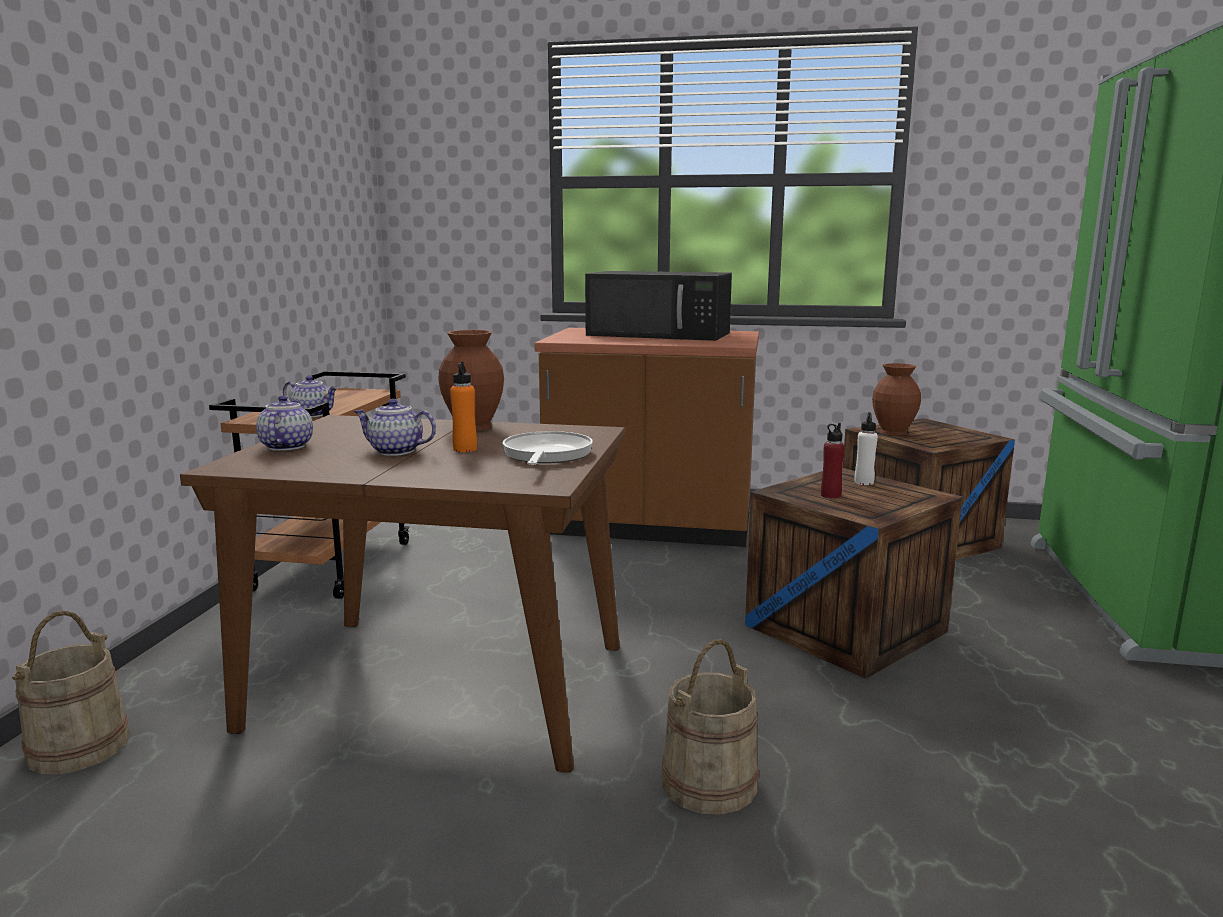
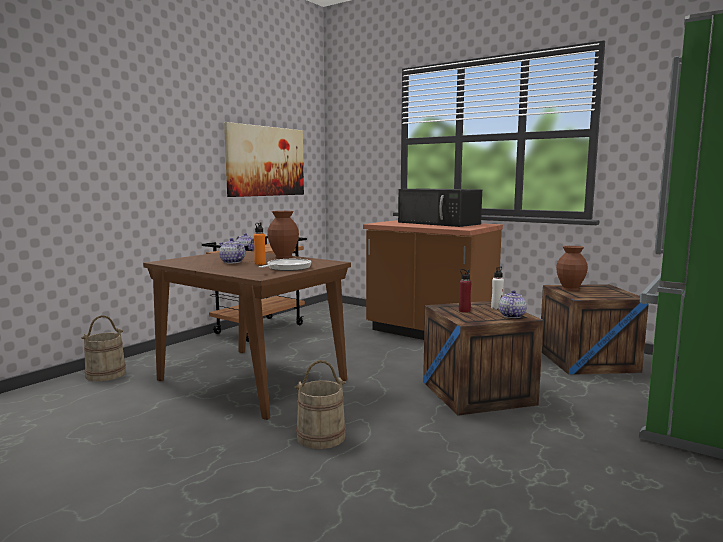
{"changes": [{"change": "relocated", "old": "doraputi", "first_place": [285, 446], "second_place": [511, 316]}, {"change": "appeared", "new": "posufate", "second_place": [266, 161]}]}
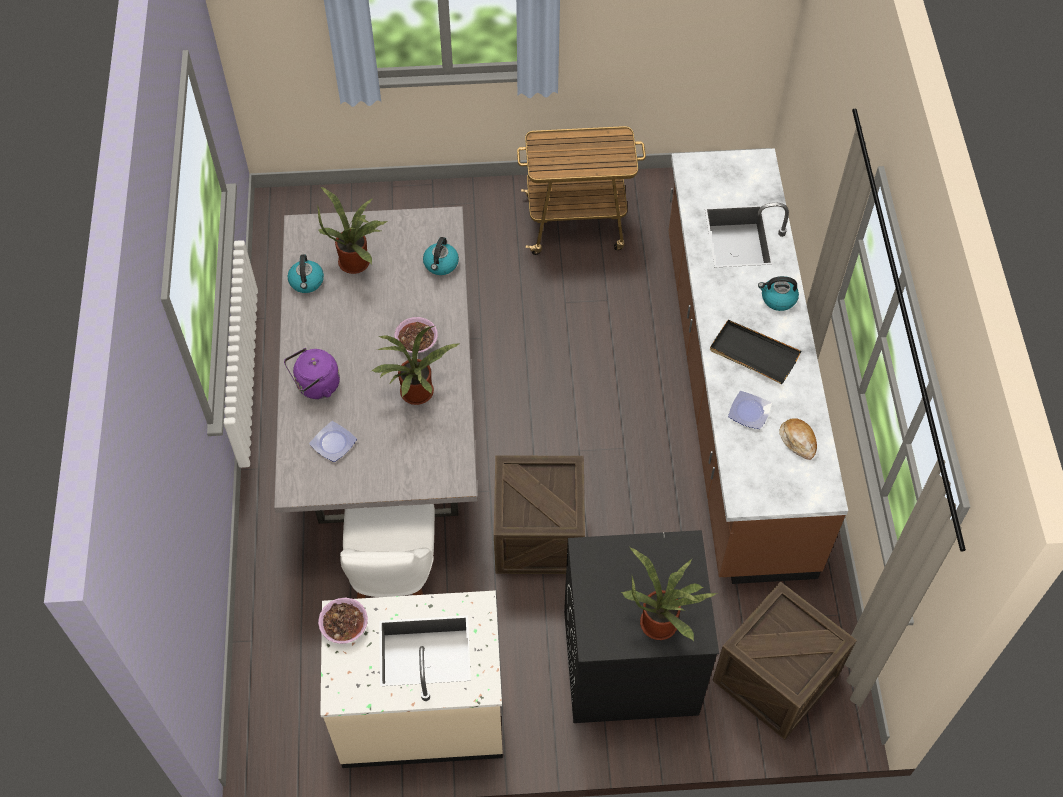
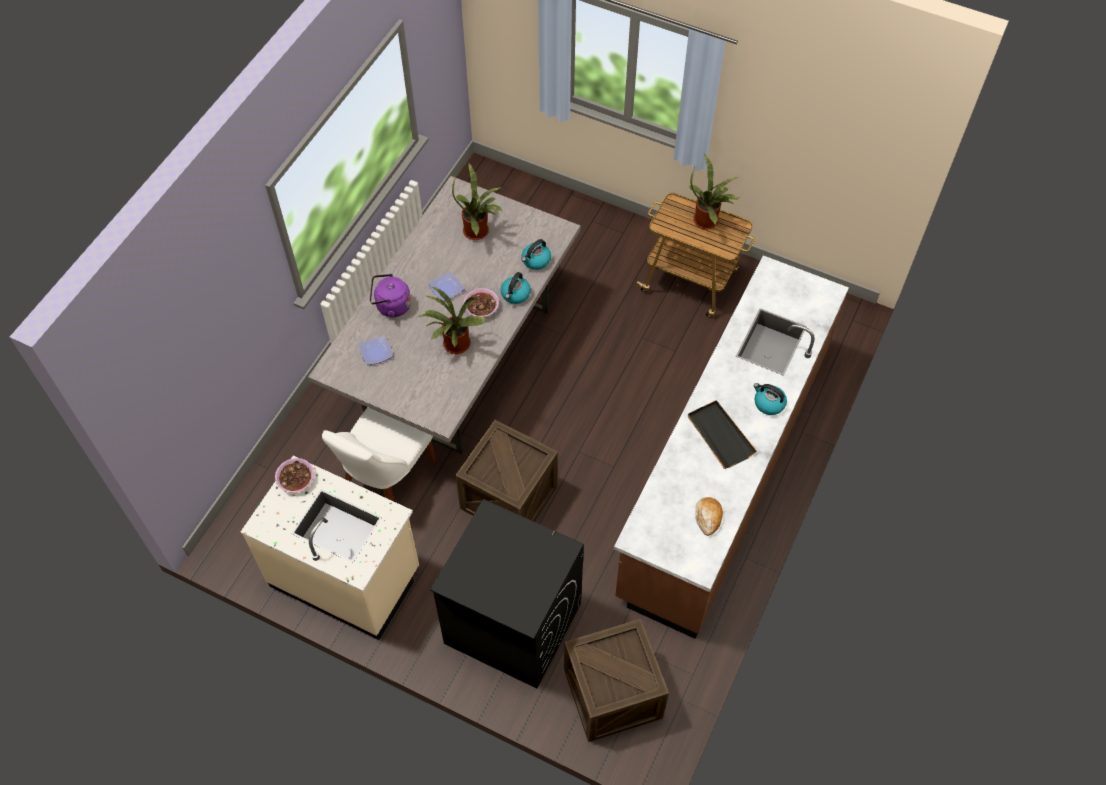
{"changes": [{"change": "relocated", "old": "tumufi", "first_place": [307, 282], "second_place": [515, 294]}, {"change": "relocated", "old": "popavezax", "first_place": [749, 412], "second_place": [446, 289]}, {"change": "relocated", "old": "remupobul", "first_place": [662, 621], "second_place": [708, 220]}]}
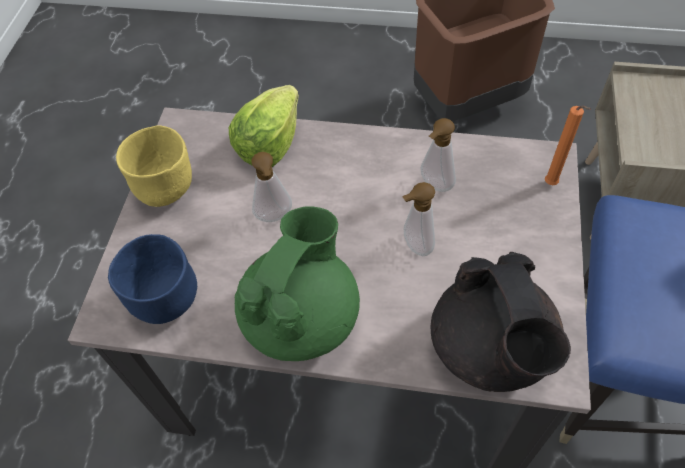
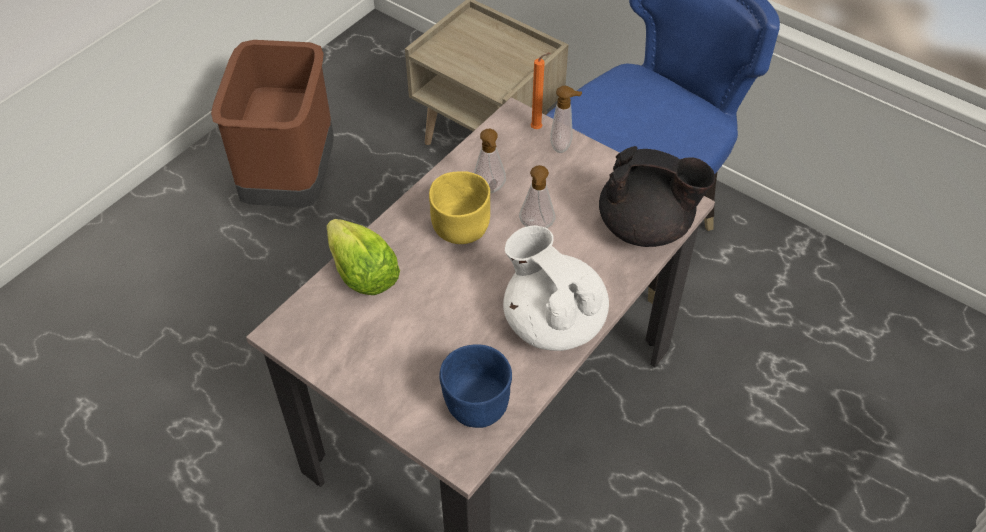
{"changes": [{"change": "relocated", "old": "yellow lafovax", "first_place": [168, 189], "second_place": [460, 229]}, {"change": "relocated", "old": "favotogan", "first_place": [275, 218], "second_place": [563, 146]}, {"change": "colour", "old": "green doraputi", "new": "white doraputi", "first_place": [302, 317], "second_place": [552, 321]}]}
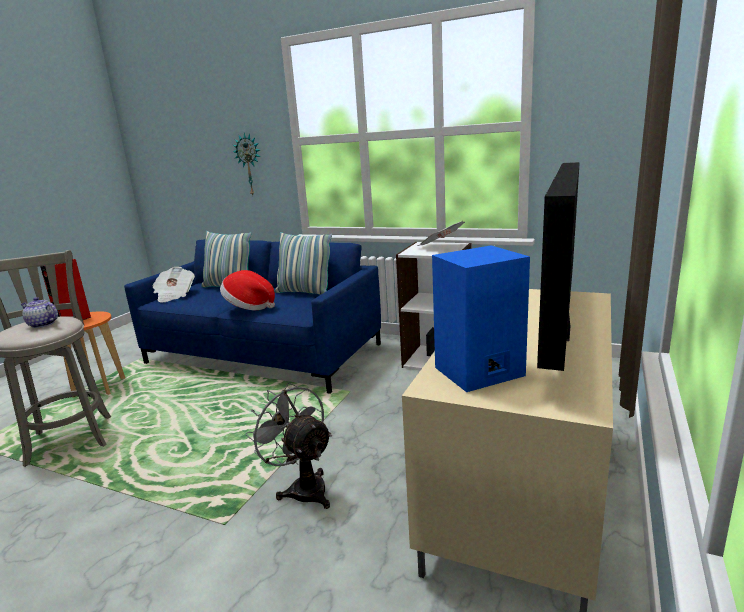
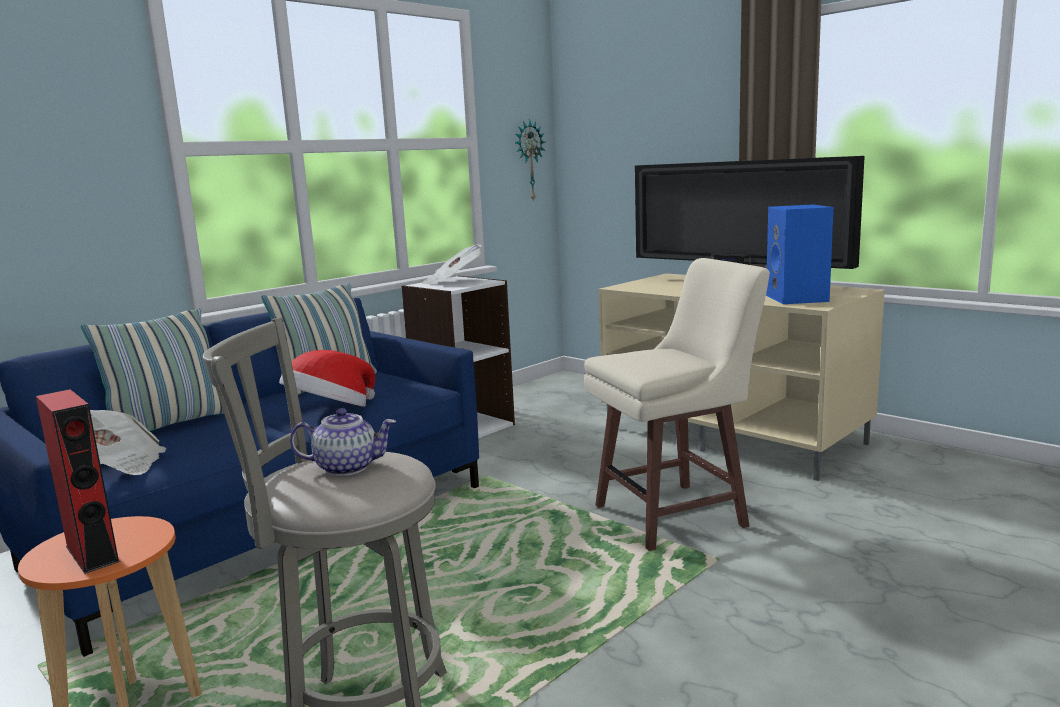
{"changes": [{"change": "relocated", "old": "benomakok", "first_place": [250, 164], "second_place": [529, 160]}, {"change": "spun", "old": "doraputi", "first_place": [42, 324], "second_place": [347, 467], "degrees": -135}, {"change": "exchanged", "old": "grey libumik", "new": "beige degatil", "first_place": [303, 487], "second_place": [674, 515]}]}
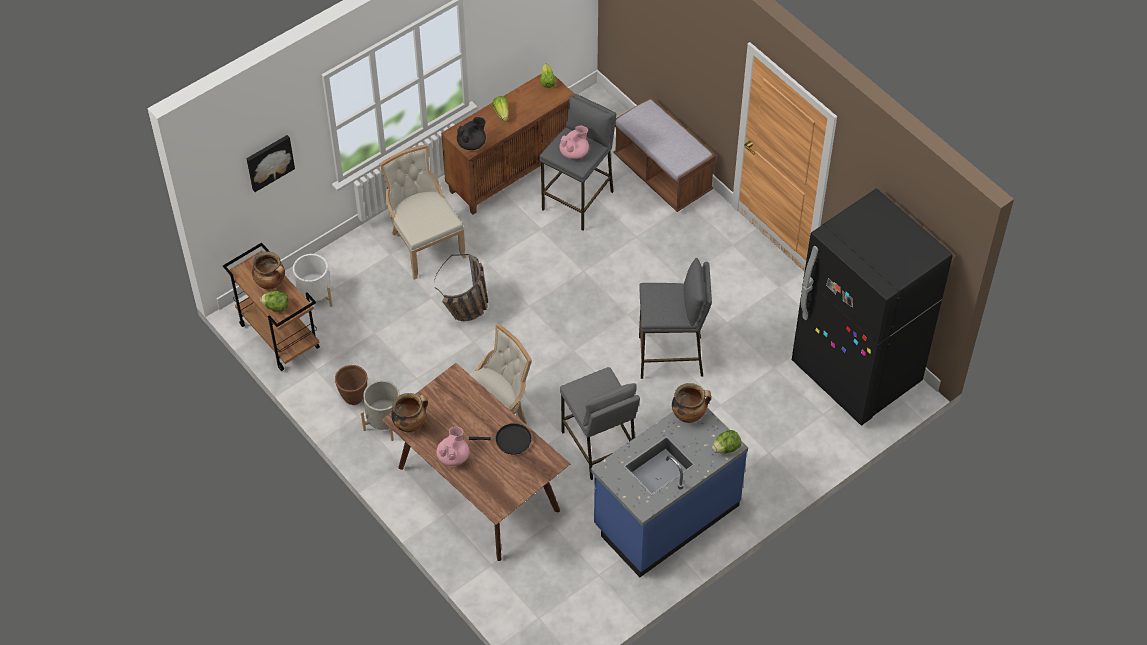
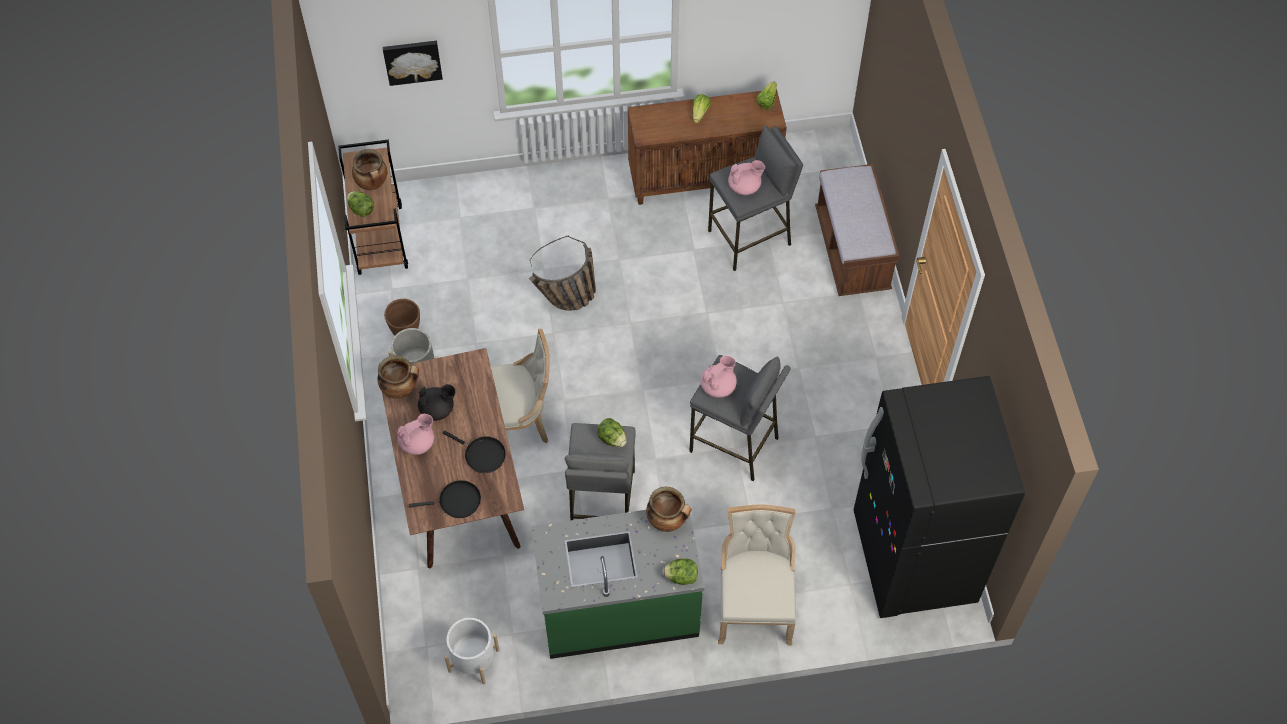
{"changes": [{"change": "relocated", "old": "black doraputi", "first_place": [472, 143], "second_place": [437, 409]}, {"change": "relocated", "old": "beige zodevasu", "first_place": [424, 244], "second_place": [754, 603]}, {"change": "relocated", "old": "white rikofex", "first_place": [315, 296], "second_place": [473, 660]}, {"change": "colour", "old": "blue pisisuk", "new": "green pisisuk", "first_place": [665, 516], "second_place": [618, 608]}, {"change": "appeared", "new": "pink doraputi", "second_place": [718, 386]}, {"change": "appeared", "new": "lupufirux", "second_place": [612, 438]}, {"change": "appeared", "new": "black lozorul", "second_place": [457, 501]}]}
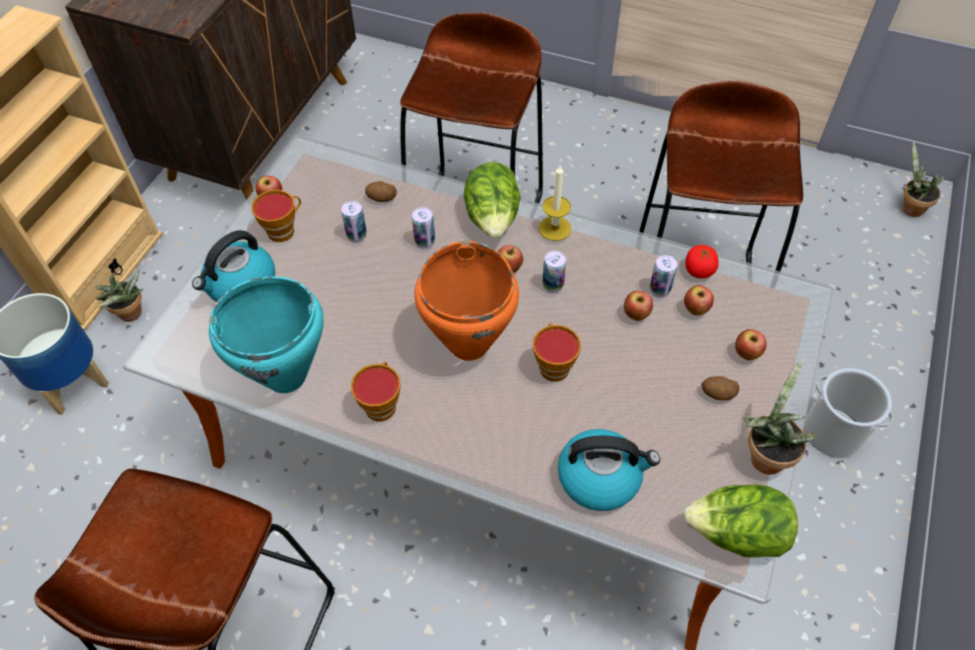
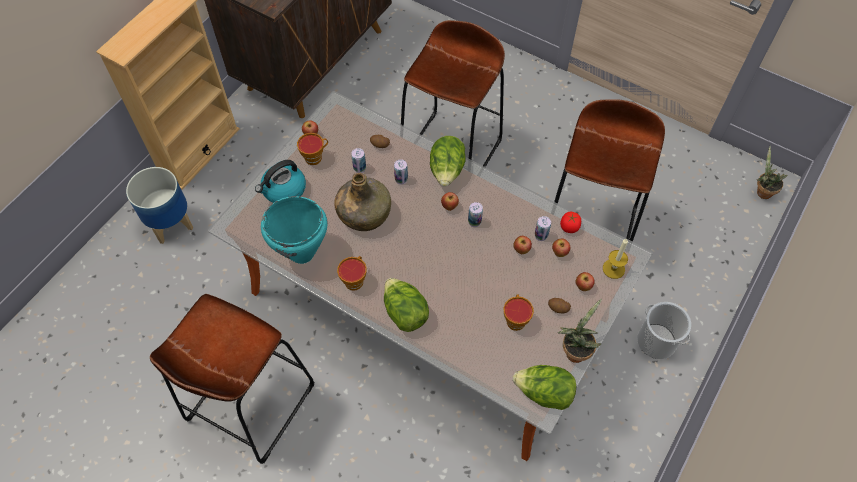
{"changes": [{"change": "relocated", "old": "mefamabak", "first_place": [554, 228], "second_place": [613, 269]}, {"change": "missing", "old": "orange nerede", "first_place": [468, 345]}, {"change": "missing", "old": "remupobul", "first_place": [132, 315]}, {"change": "relocated", "old": "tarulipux", "first_place": [553, 365], "second_place": [515, 319]}, {"change": "missing", "old": "tumufi", "first_place": [600, 477]}, {"change": "appeared", "new": "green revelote", "second_place": [364, 213]}, {"change": "appeared", "new": "lupufirux", "second_place": [404, 313]}]}
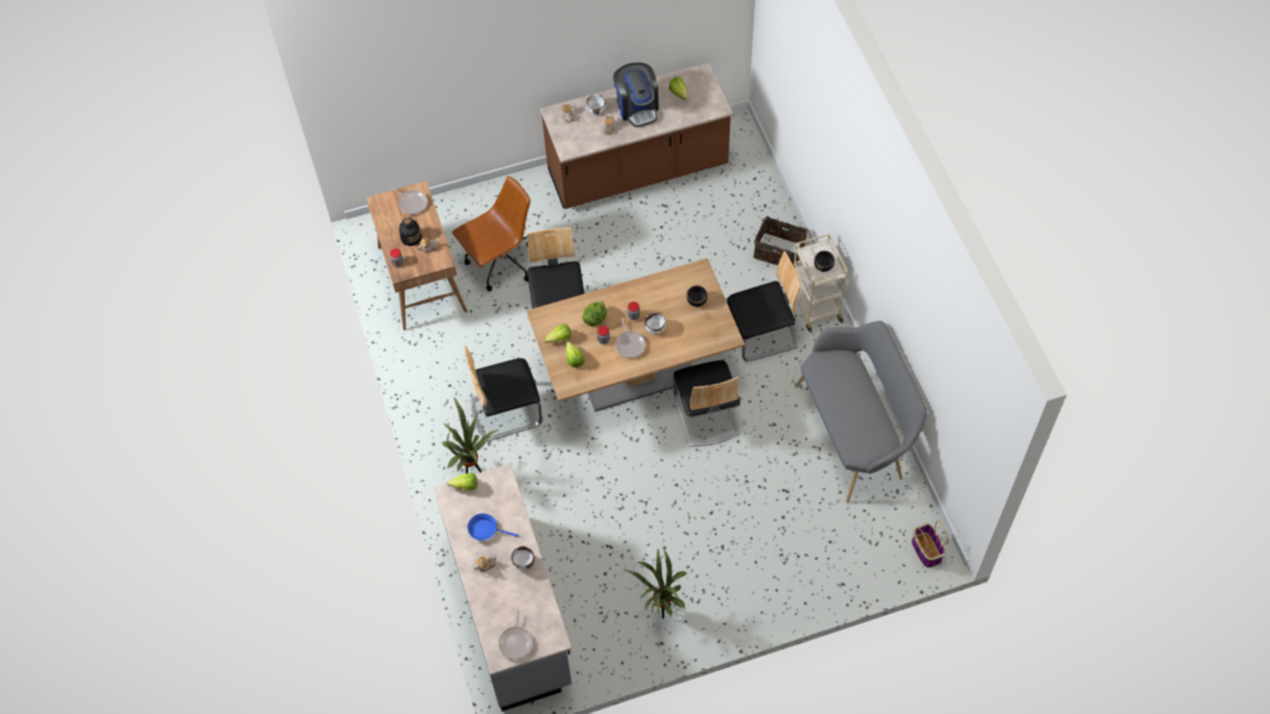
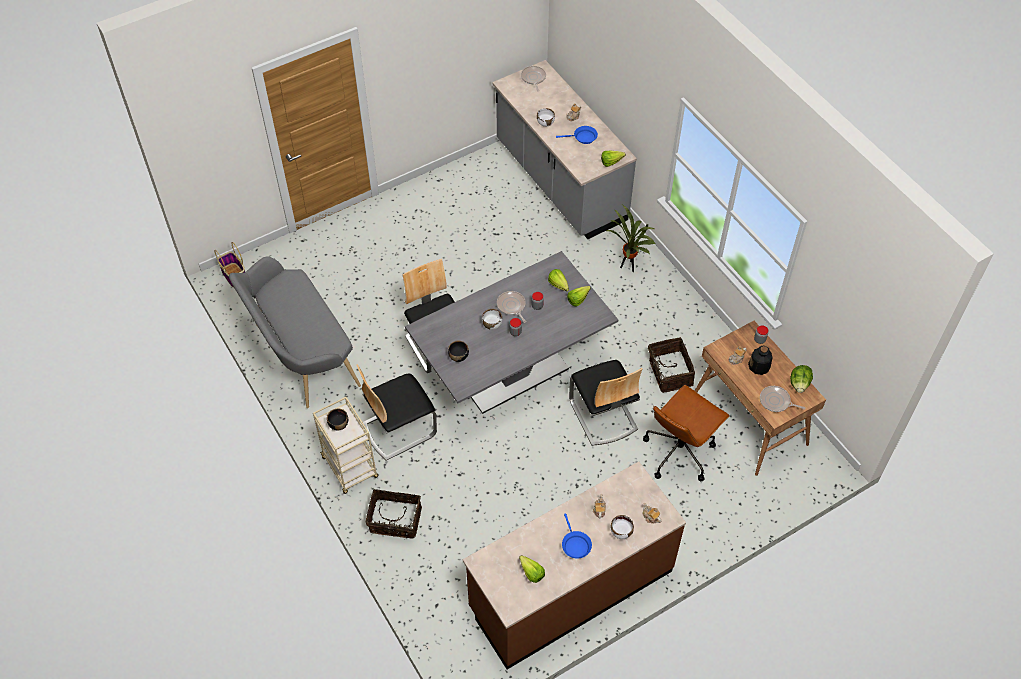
{"changes": [{"change": "exchanged", "old": "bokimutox", "new": "blue lozorul", "first_place": [637, 107], "second_place": [575, 544]}, {"change": "colour", "old": "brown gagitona", "new": "grey gagitona", "first_place": [636, 372], "second_place": [511, 371]}, {"change": "relocated", "old": "lupufirux", "first_place": [595, 318], "second_place": [799, 384]}, {"change": "missing", "old": "zodevasu", "first_place": [506, 411]}, {"change": "missing", "old": "remupobul", "first_place": [662, 610]}, {"change": "appeared", "new": "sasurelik", "second_place": [669, 373]}]}
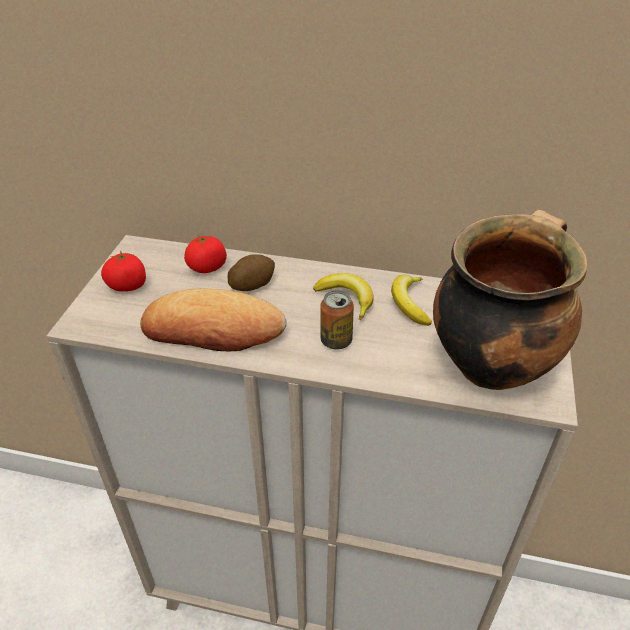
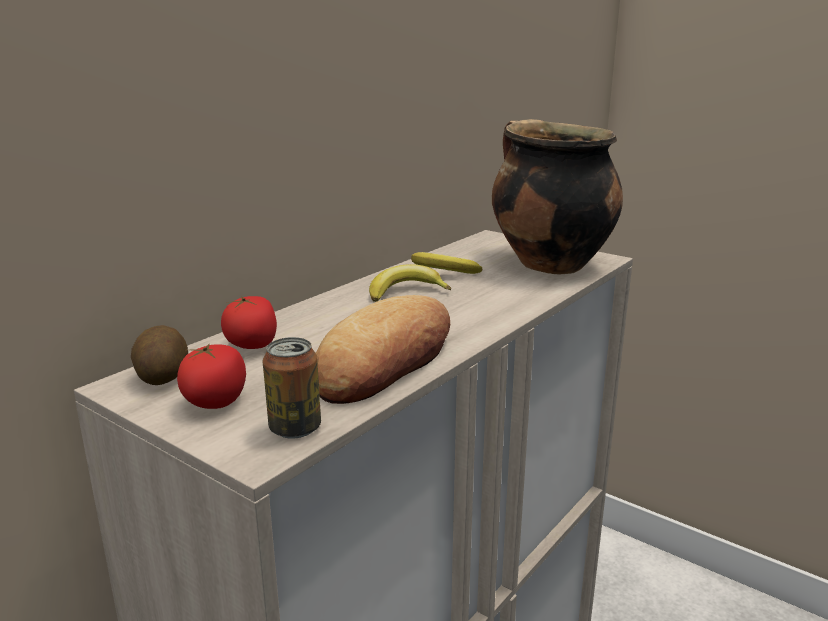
{"changes": [{"change": "relocated", "old": "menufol", "first_place": [252, 284], "second_place": [162, 375]}, {"change": "relocated", "old": "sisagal", "first_place": [336, 341], "second_place": [295, 428]}]}
